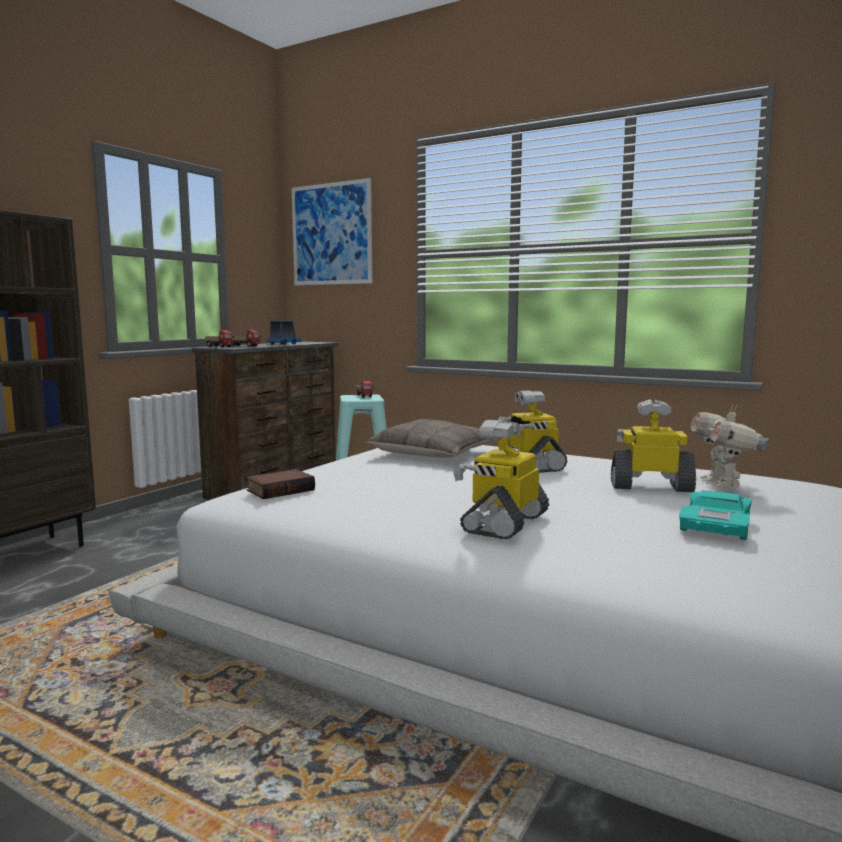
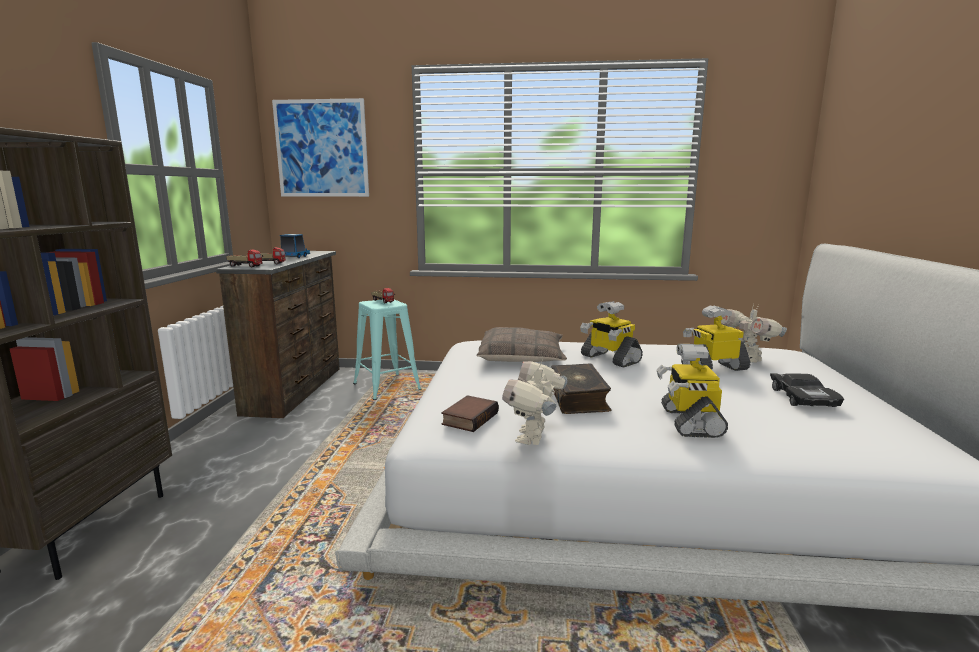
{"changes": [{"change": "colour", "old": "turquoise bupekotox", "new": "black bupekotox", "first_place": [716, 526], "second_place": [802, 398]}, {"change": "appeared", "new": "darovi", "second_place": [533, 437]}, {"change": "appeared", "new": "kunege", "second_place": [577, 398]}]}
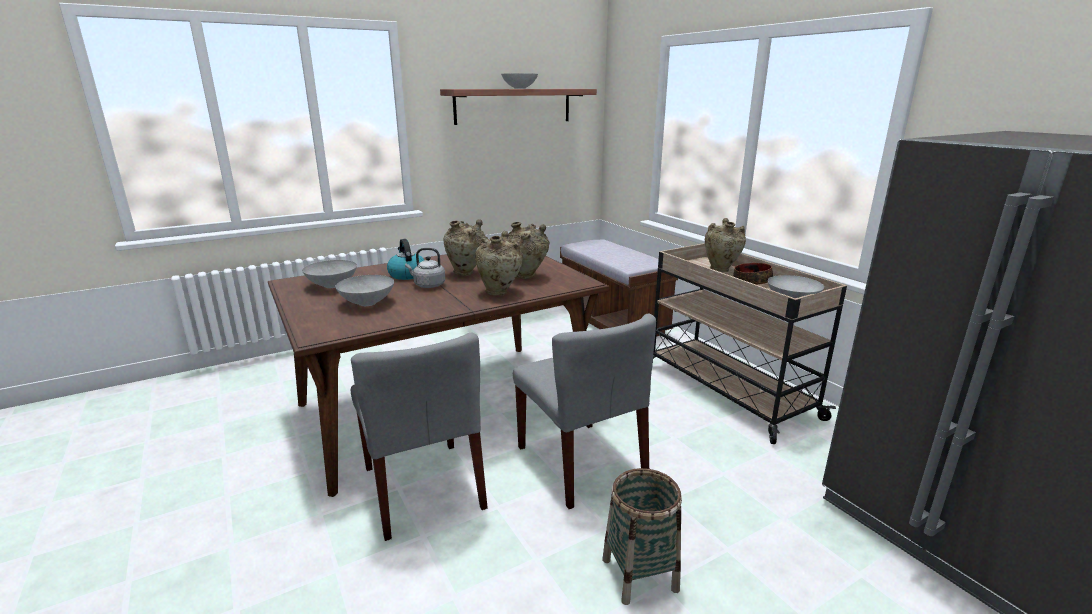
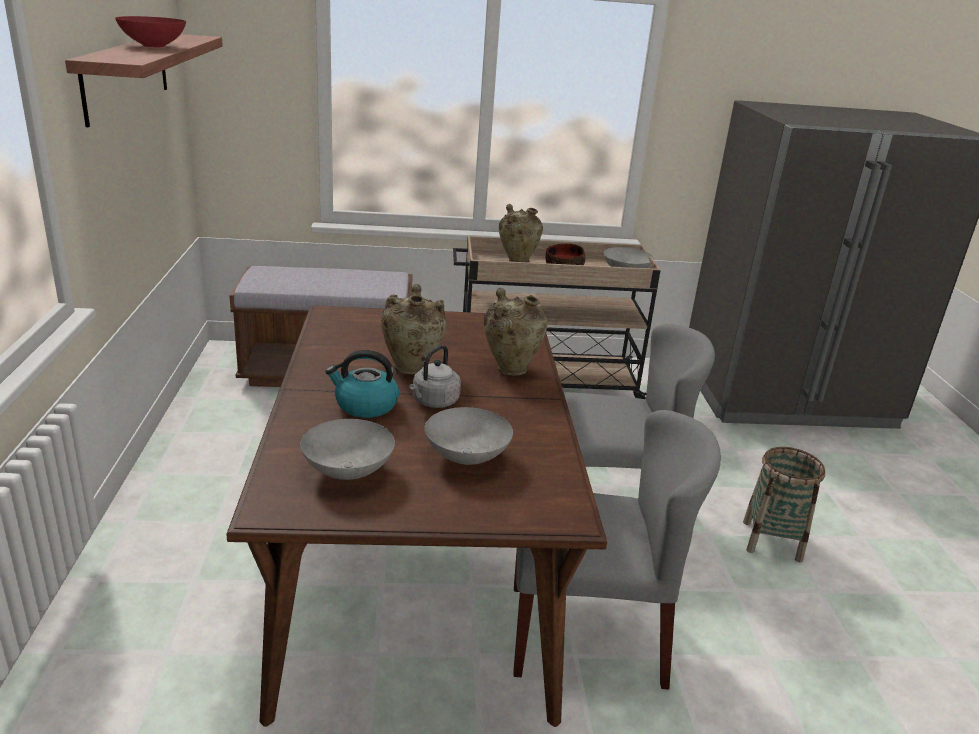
{"changes": [{"change": "colour", "old": "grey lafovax", "new": "red lafovax", "first_place": [520, 88], "second_place": [155, 46]}, {"change": "missing", "old": "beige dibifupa", "first_place": [527, 277]}]}
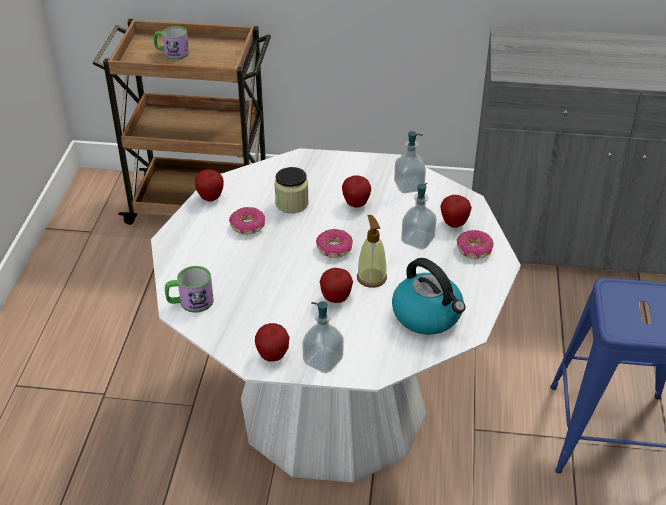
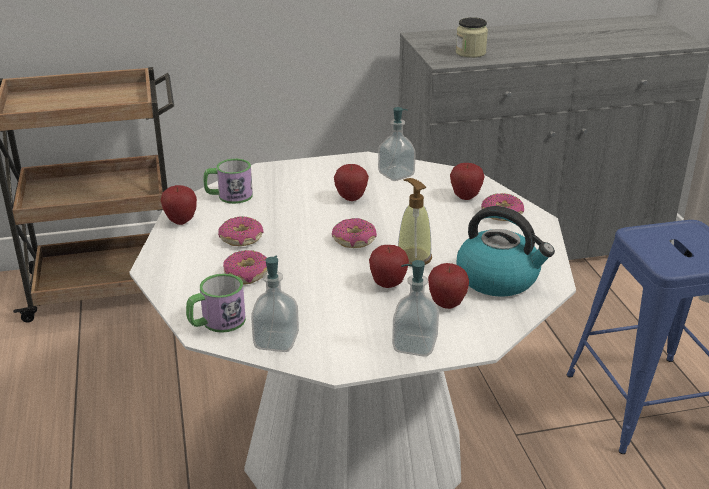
{"changes": [{"change": "relocated", "old": "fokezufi", "first_place": [172, 53], "second_place": [229, 196]}, {"change": "relocated", "old": "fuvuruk", "first_place": [292, 203], "second_place": [470, 53]}, {"change": "relocated", "old": "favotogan", "first_place": [417, 240], "second_place": [276, 341]}, {"change": "relocated", "old": "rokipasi", "first_place": [273, 356], "second_place": [447, 304]}, {"change": "appeared", "new": "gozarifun", "second_place": [247, 273]}]}
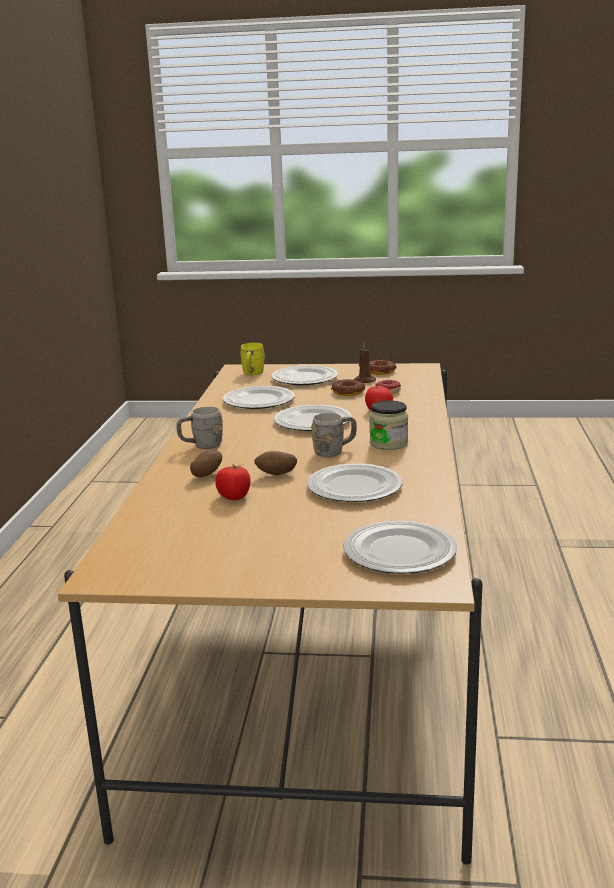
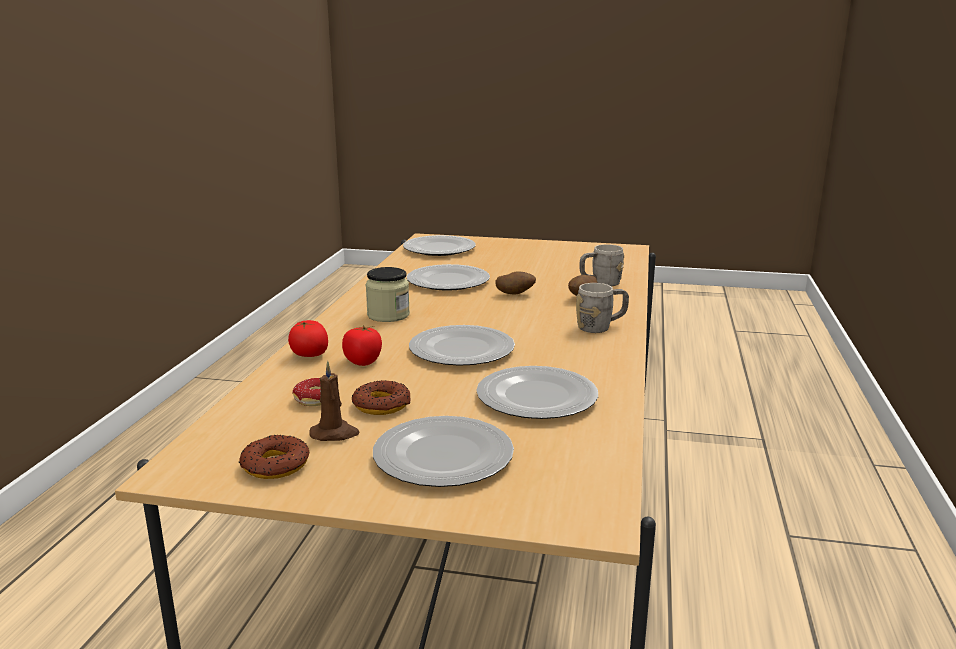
{"changes": [{"change": "missing", "old": "yellow fokezufi", "first_place": [252, 374]}, {"change": "relocated", "old": "grey fokezufi", "first_place": [334, 451], "second_place": [600, 283]}, {"change": "relocated", "old": "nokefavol", "first_place": [234, 496], "second_place": [309, 355]}]}
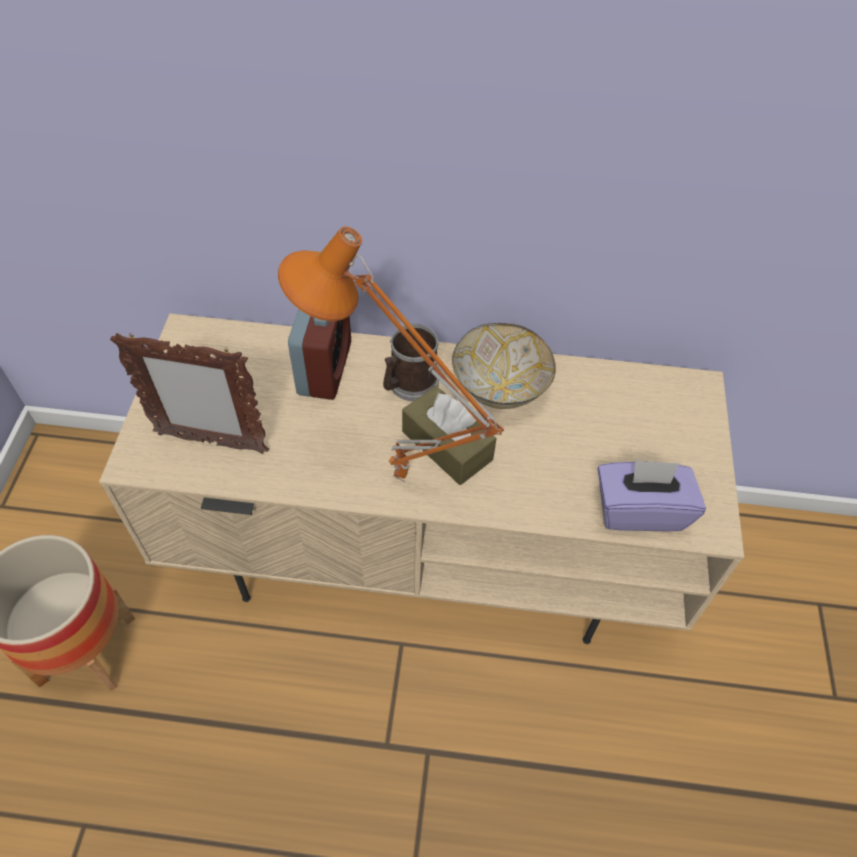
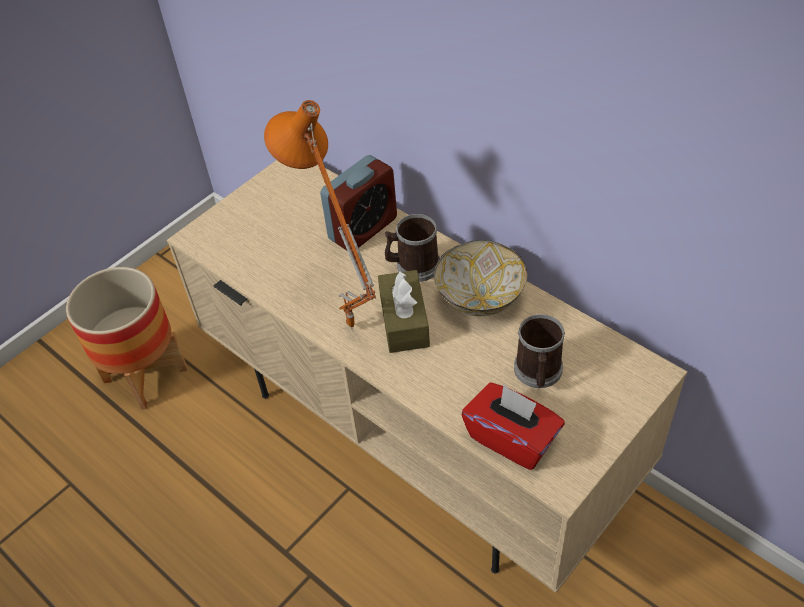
{"changes": [{"change": "missing", "old": "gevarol", "first_place": [210, 442]}, {"change": "colour", "old": "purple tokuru", "new": "red tokuru", "first_place": [639, 509], "second_place": [512, 438]}, {"change": "appeared", "new": "fokezufi", "second_place": [538, 373]}]}
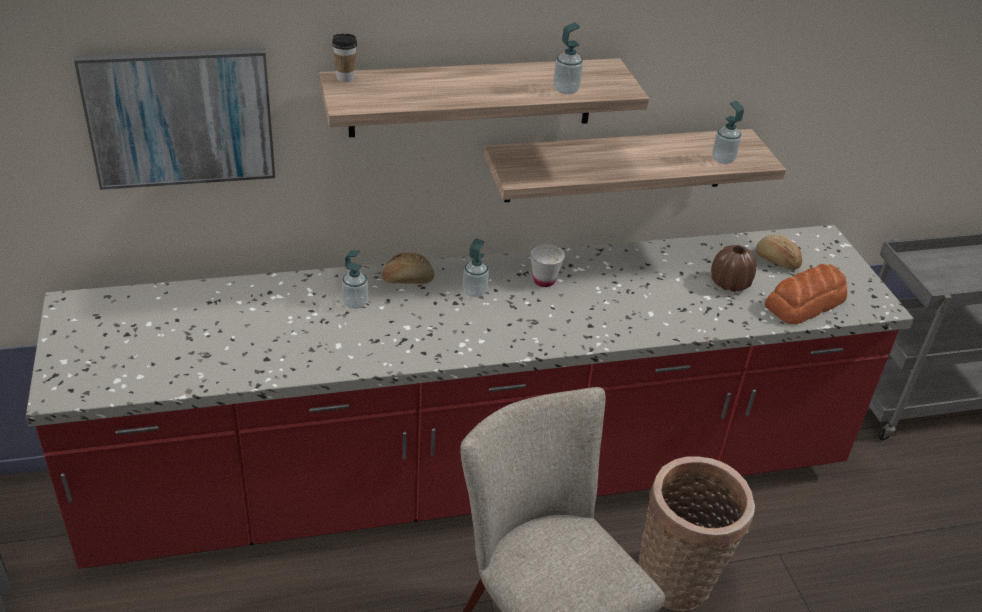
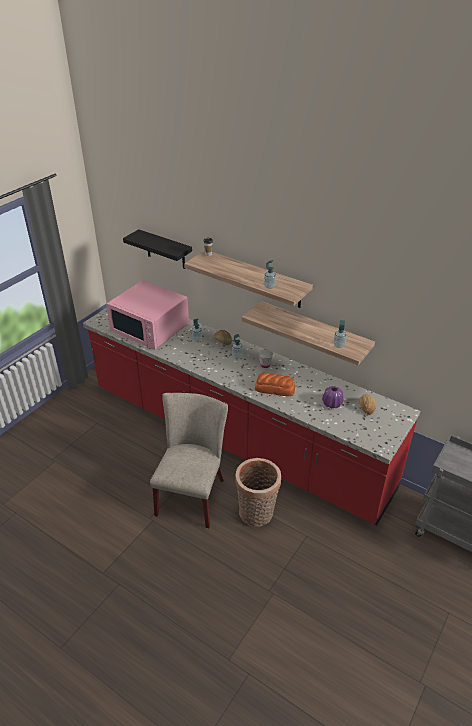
{"changes": [{"change": "exchanged", "old": "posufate", "new": "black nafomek", "first_place": [180, 117], "second_place": [165, 250]}, {"change": "colour", "old": "brown dibifupa", "new": "purple dibifupa", "first_place": [730, 283], "second_place": [332, 404]}, {"change": "relocated", "old": "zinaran", "first_place": [806, 303], "second_place": [275, 389]}, {"change": "appeared", "new": "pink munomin", "second_place": [150, 328]}]}
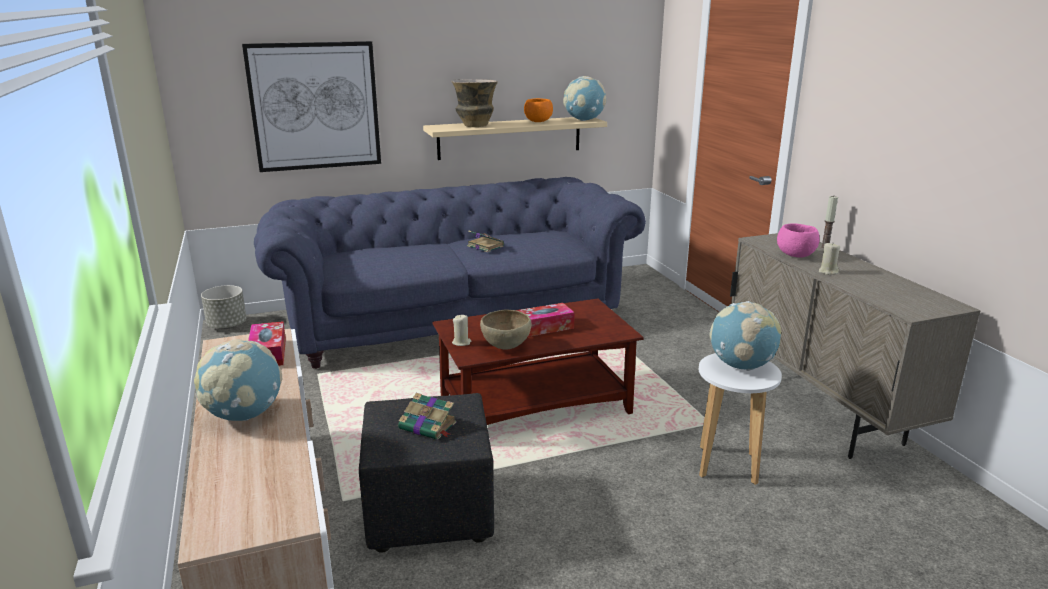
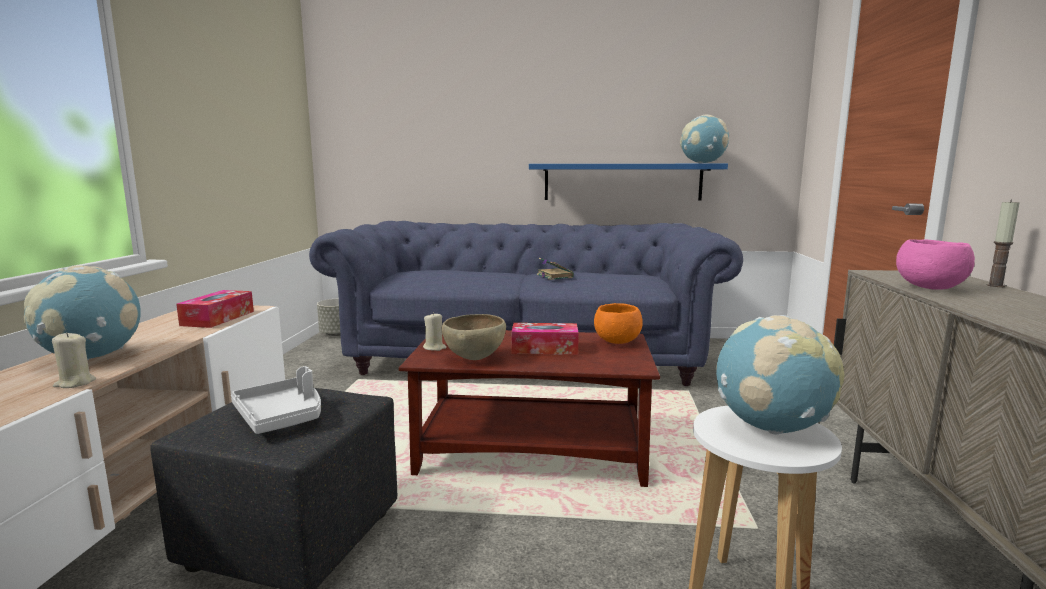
{"changes": [{"change": "missing", "old": "posufate", "first_place": [315, 106]}, {"change": "missing", "old": "dibifupa", "first_place": [475, 126]}, {"change": "relocated", "old": "orange lafovax", "first_place": [538, 122], "second_place": [616, 342]}, {"change": "colour", "old": "beige nafomek", "new": "blue nafomek", "first_place": [510, 137], "second_place": [622, 182]}, {"change": "relocated", "old": "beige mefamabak", "first_place": [827, 272], "second_place": [75, 383]}, {"change": "exchanged", "old": "kunege", "new": "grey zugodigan", "first_place": [428, 426], "second_place": [281, 417]}]}
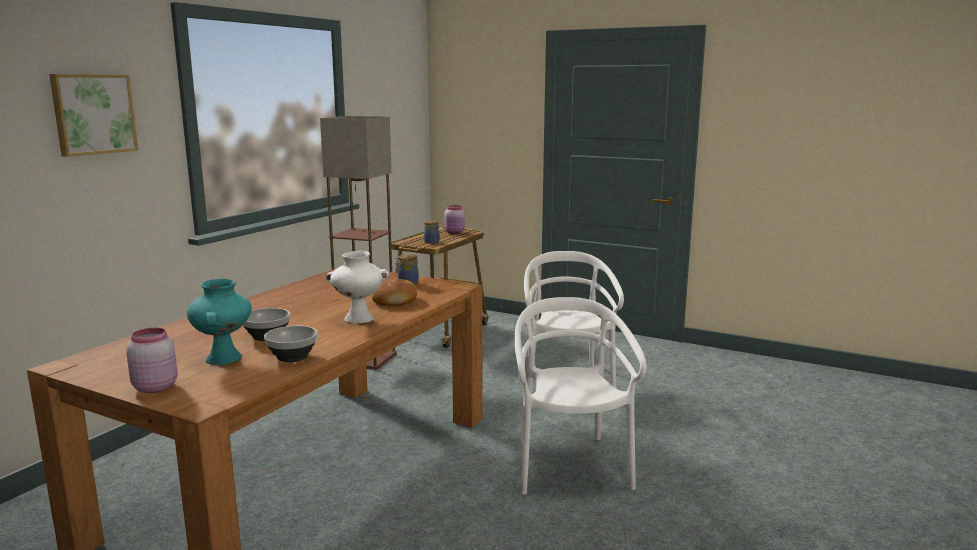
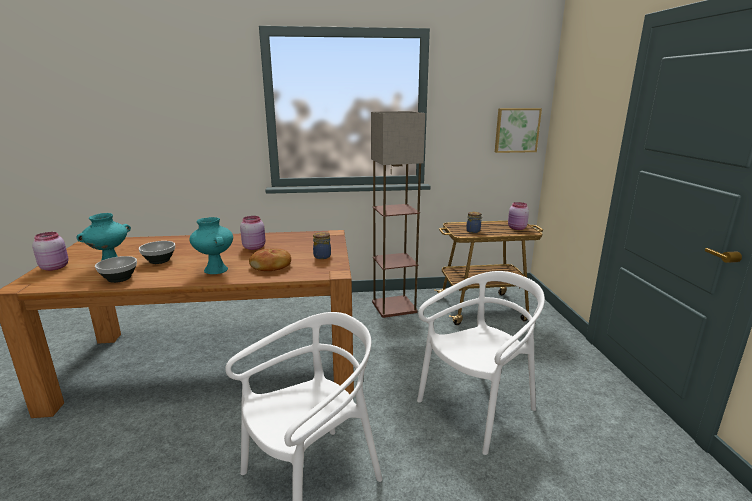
{"changes": [{"change": "relocated", "old": "posufate", "first_place": [93, 114], "second_place": [516, 130]}, {"change": "colour", "old": "white dibifupa", "new": "turquoise dibifupa", "first_place": [358, 319], "second_place": [215, 270]}, {"change": "appeared", "new": "pink fuvuruk", "second_place": [254, 247]}]}
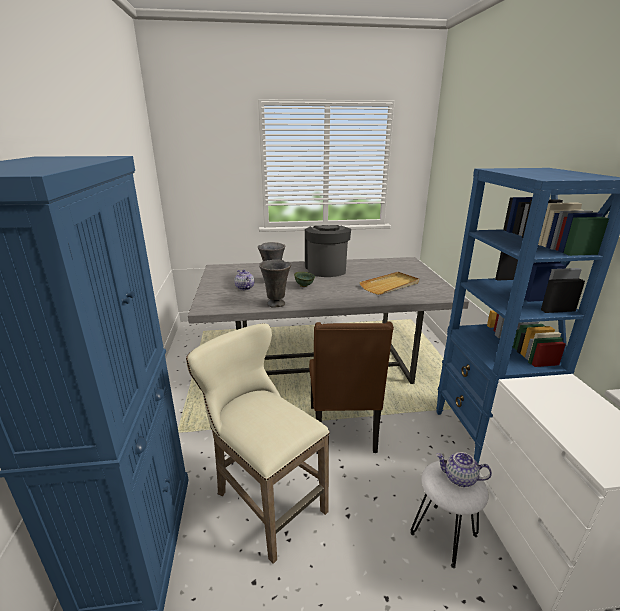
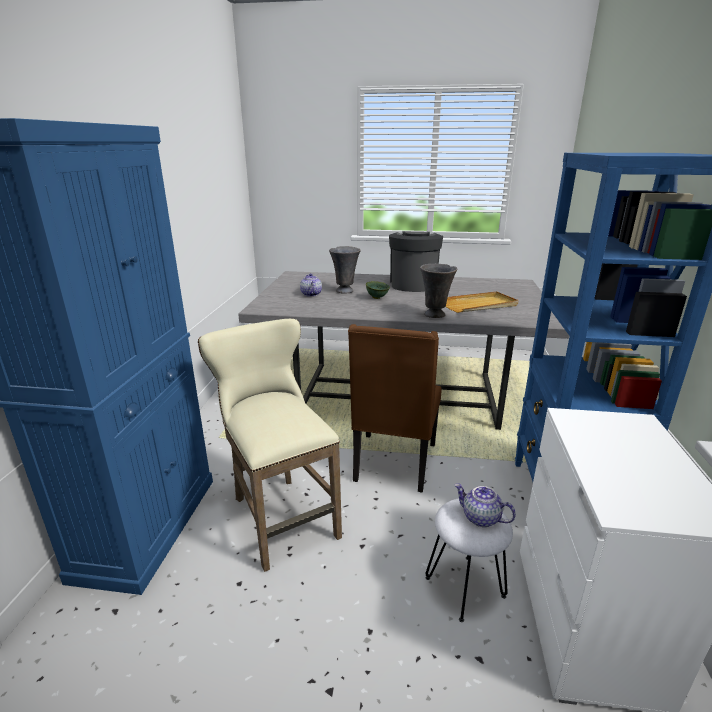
{"changes": [{"change": "relocated", "old": "grey dibifupa", "first_place": [276, 304], "second_place": [435, 315]}]}
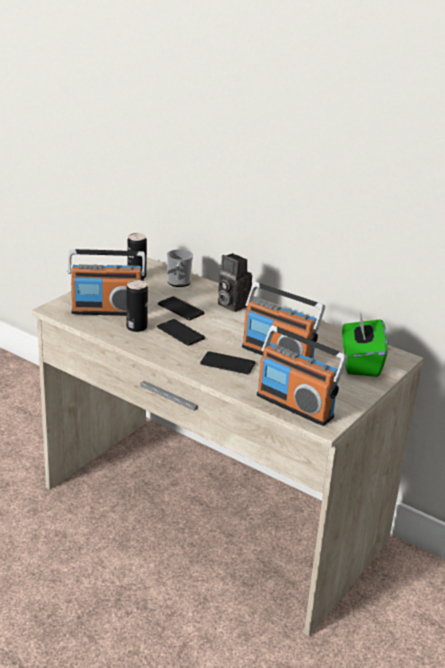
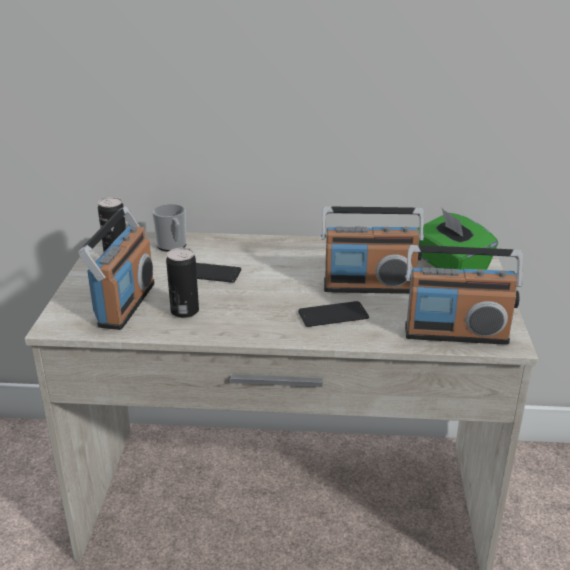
{"changes": [{"change": "spun", "old": "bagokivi", "first_place": [107, 310], "second_place": [125, 304], "degrees": -45}, {"change": "missing", "old": "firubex", "first_place": [231, 304]}, {"change": "missing", "old": "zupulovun", "first_place": [180, 333]}]}
